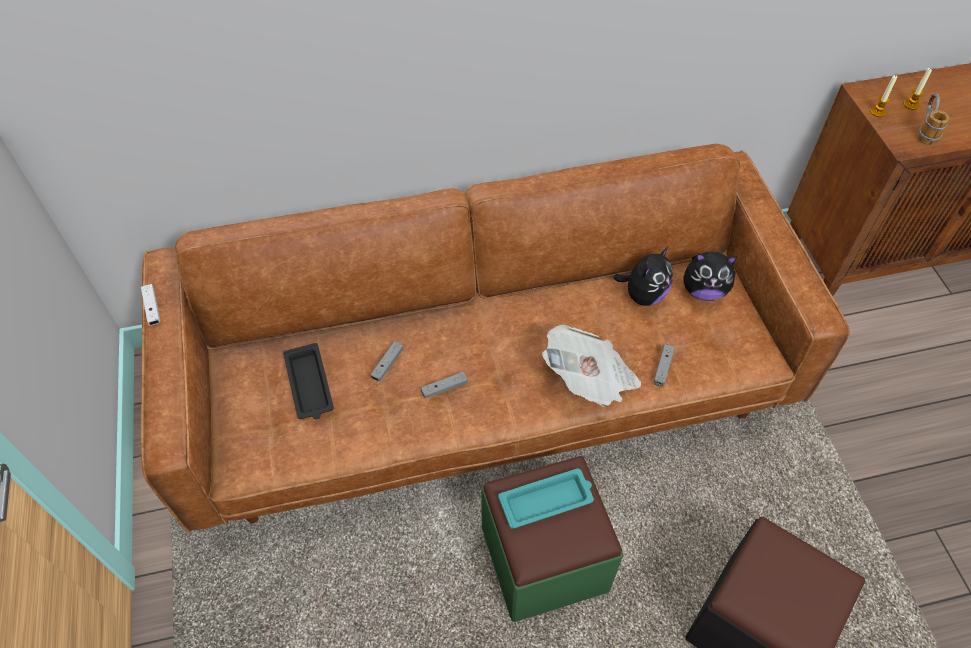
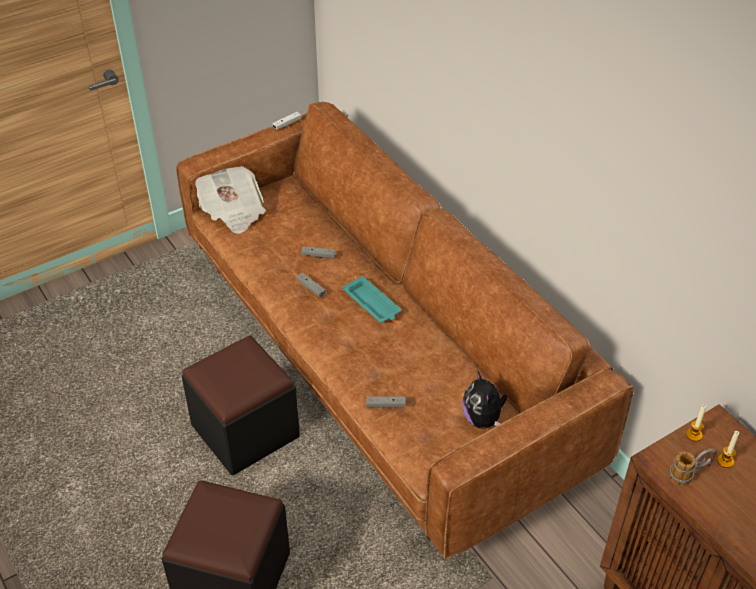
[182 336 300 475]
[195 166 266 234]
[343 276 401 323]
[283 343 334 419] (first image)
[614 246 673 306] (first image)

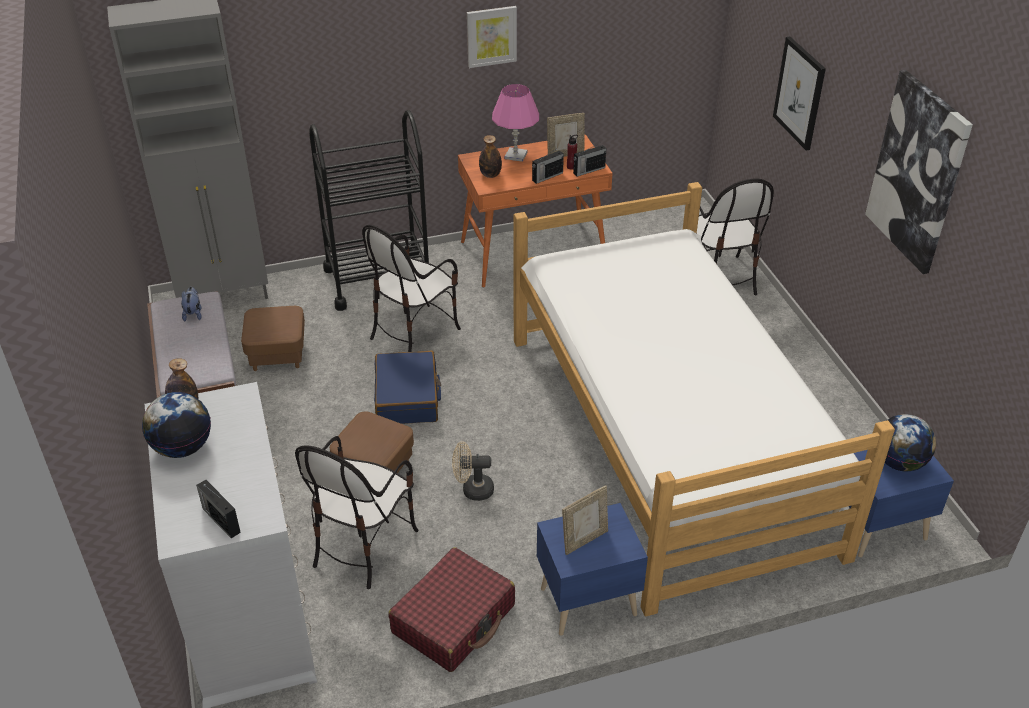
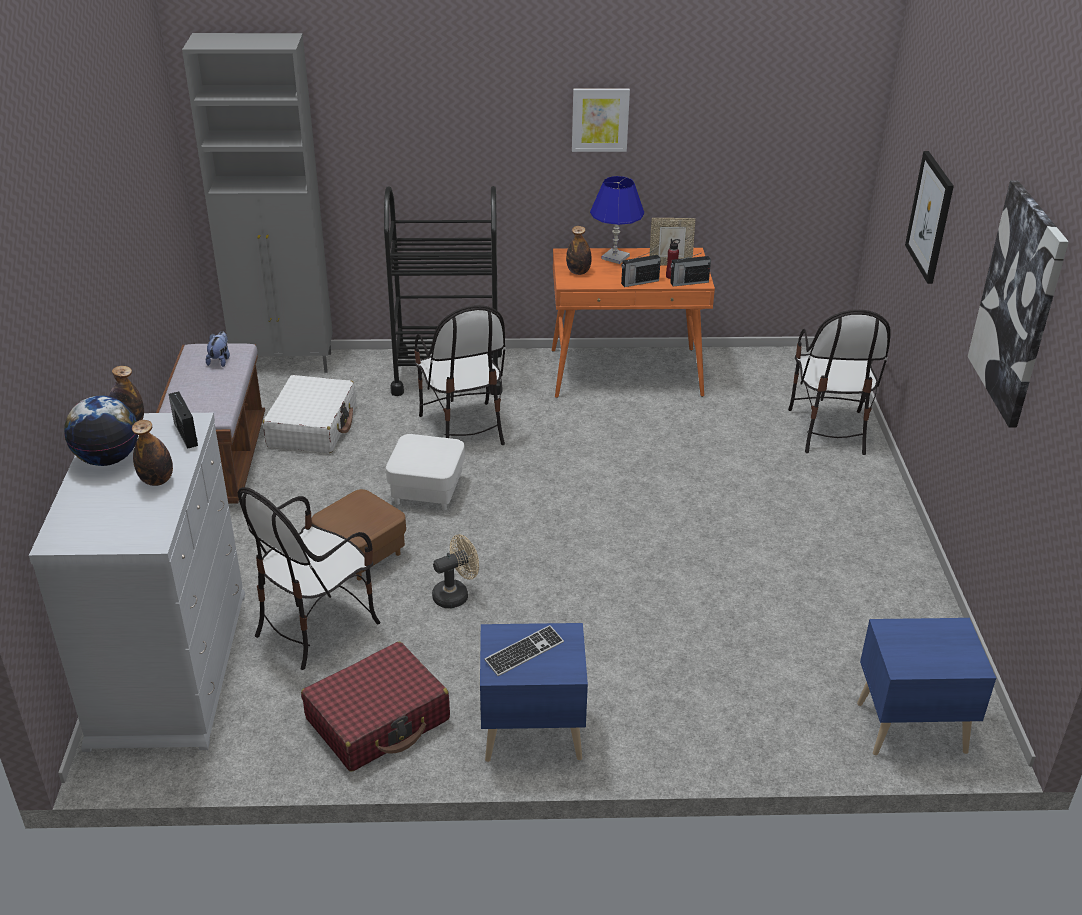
[132 420 173 486]
[169 391 198 449]
[263 375 356 453]
[386 434 465 511]
[414 305 506 445]
[432 534 479 608]
[484 625 564 676]
[590 176 644 264]
[514 182 895 617] (first image)
[885 414 936 471] (first image)

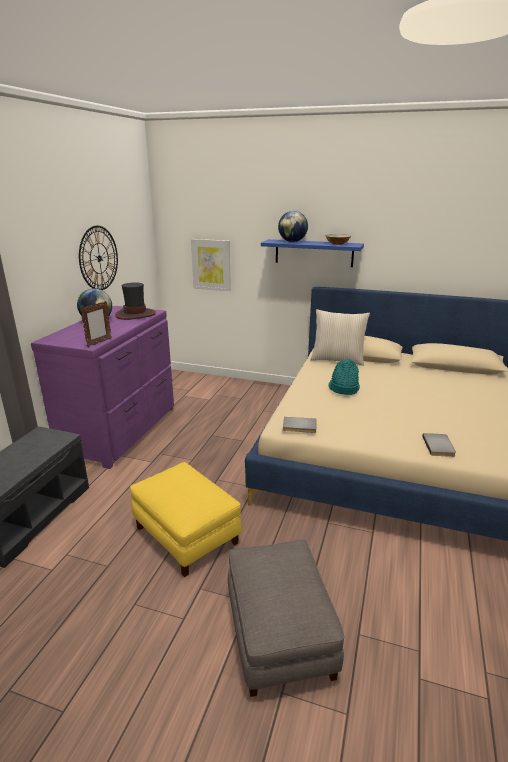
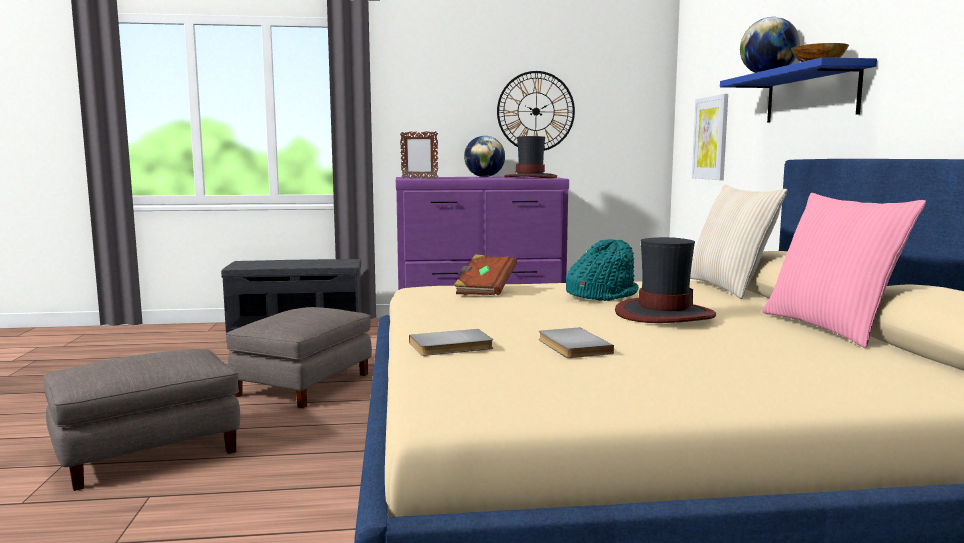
[226 307 372 408]
[454 254 517 295]
[539 328 614 358]
[615 237 716 323]
[762 193 926 348]

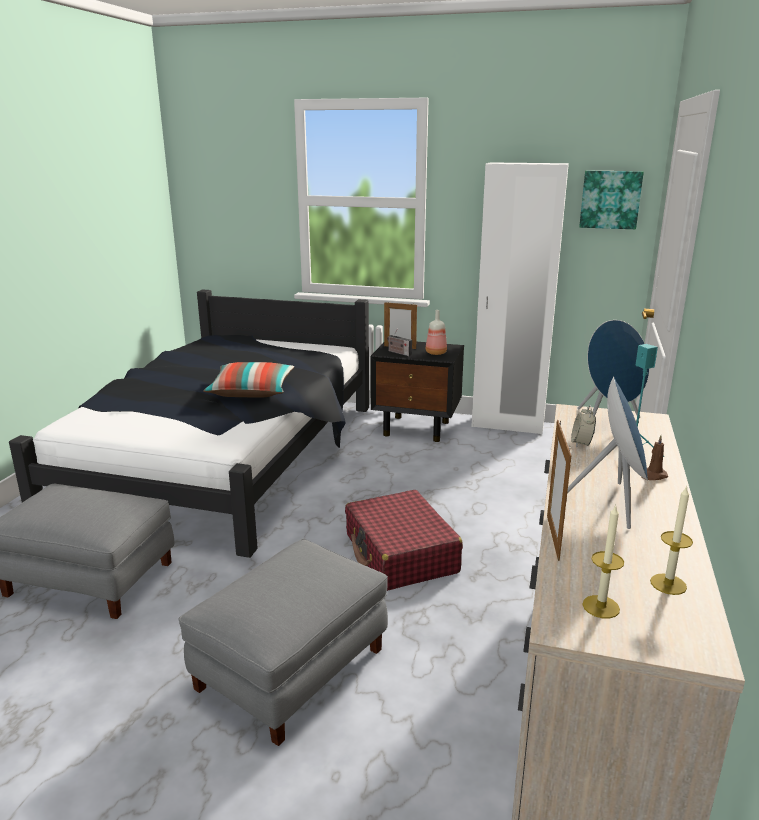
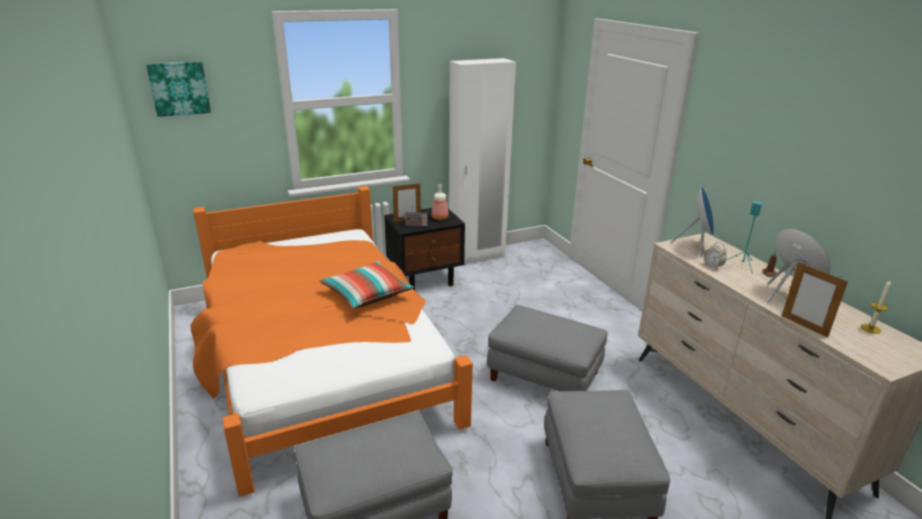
[146 61 211 117]
[191 186 473 497]
[487 305 608 391]
[582 505 624 619] (first image)

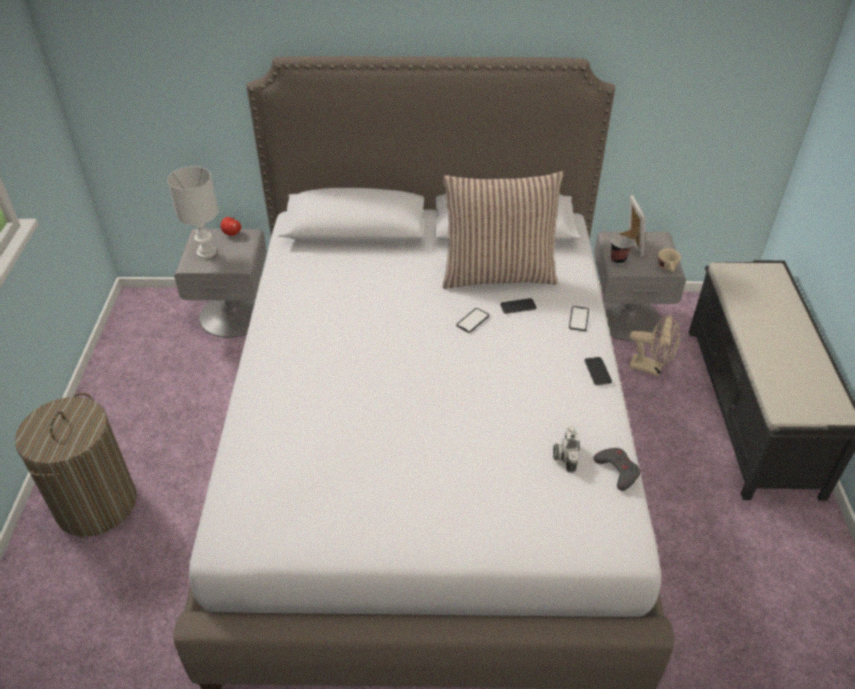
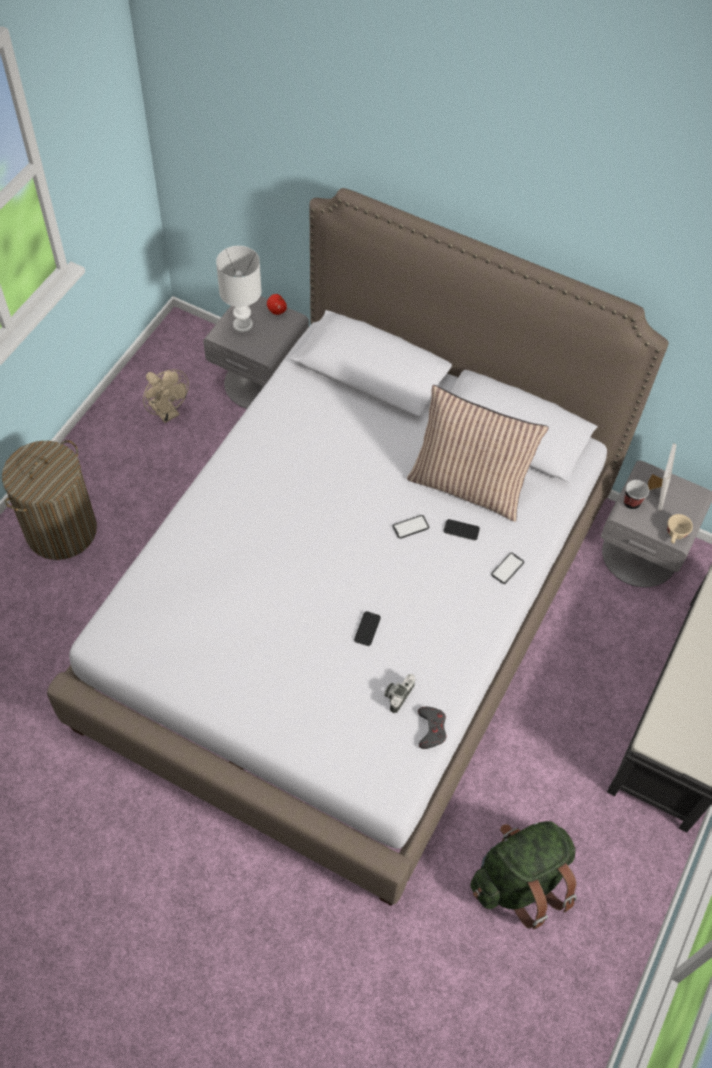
[143 369 189 423]
[354 611 381 646]
[470 821 577 930]

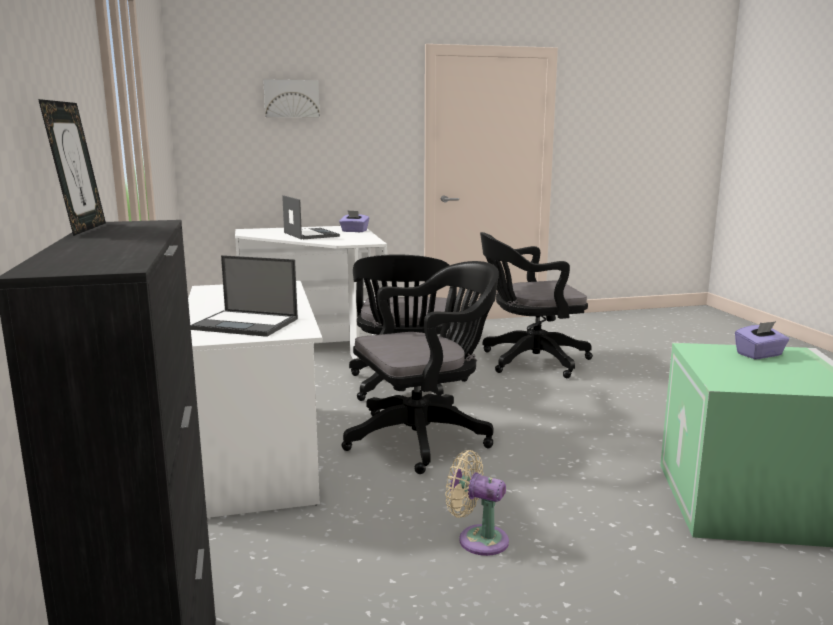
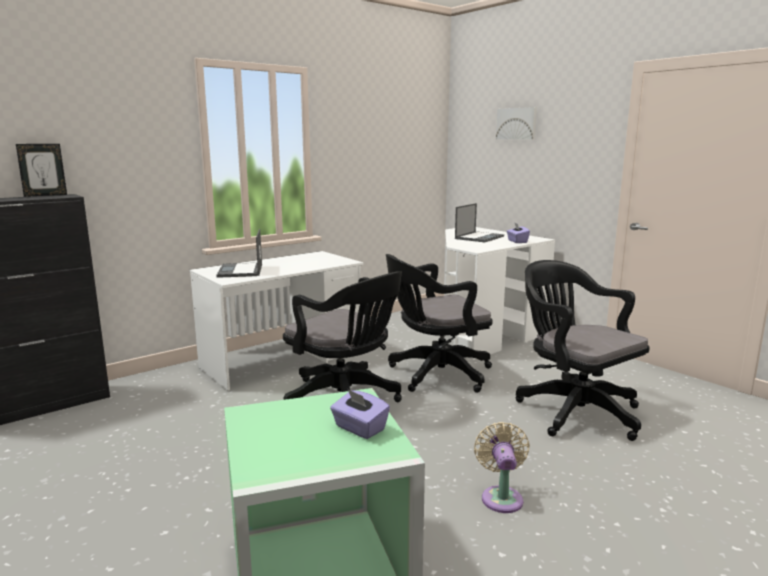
[474 422 530 513]

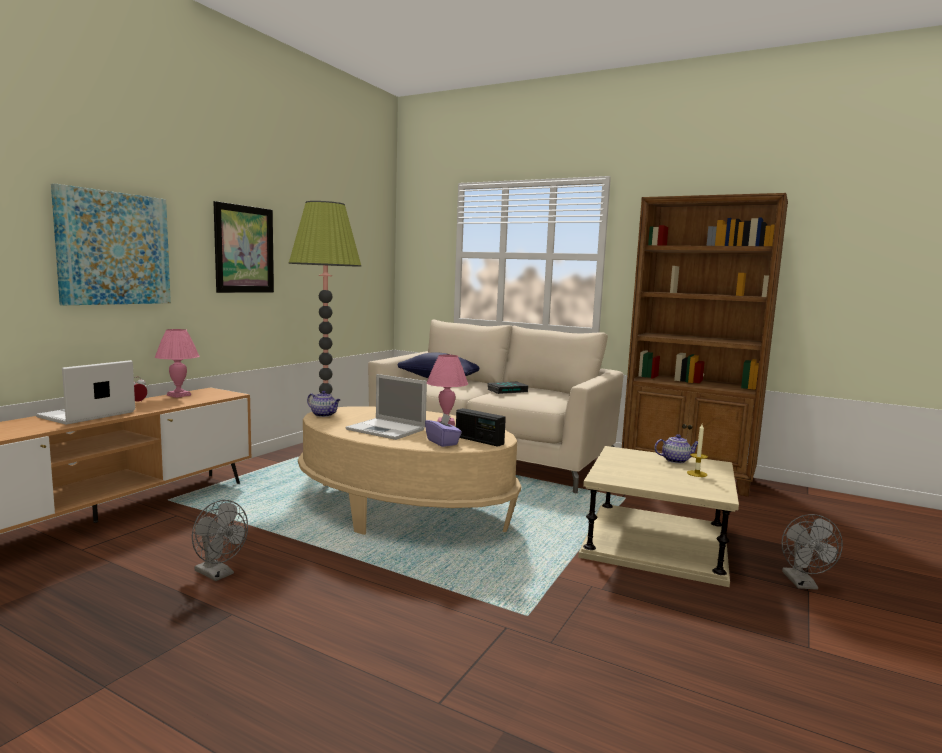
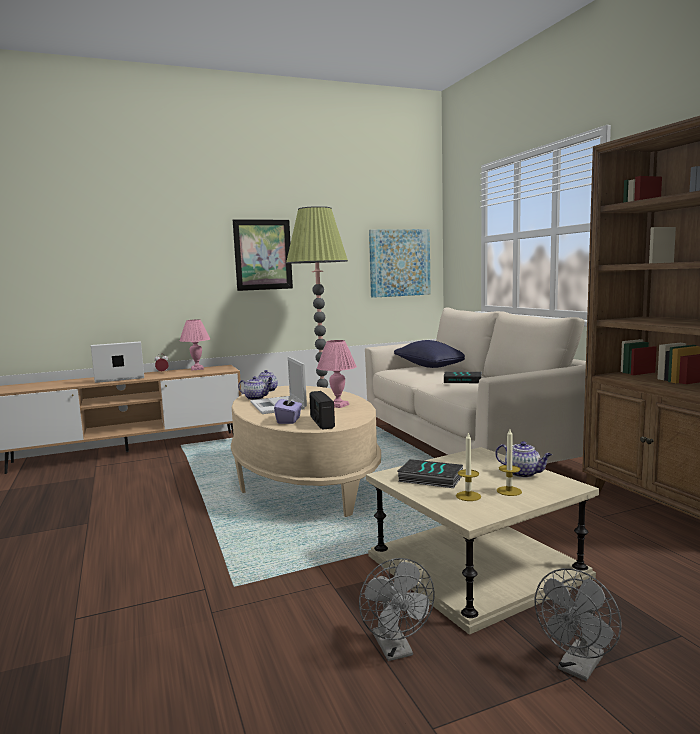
[238 376 272 400]
[359 558 434 661]
[369 229 431 298]
[397 459 463 488]
[456 432 481 501]

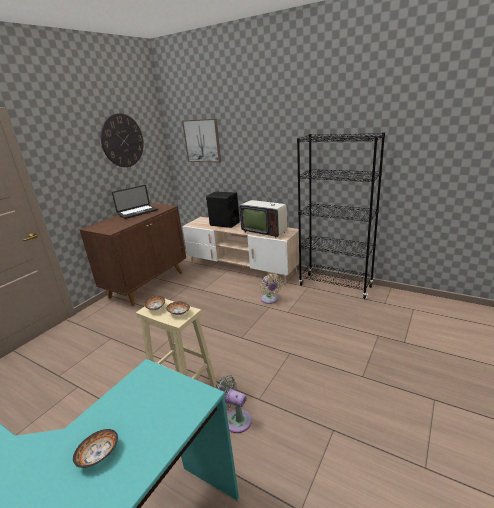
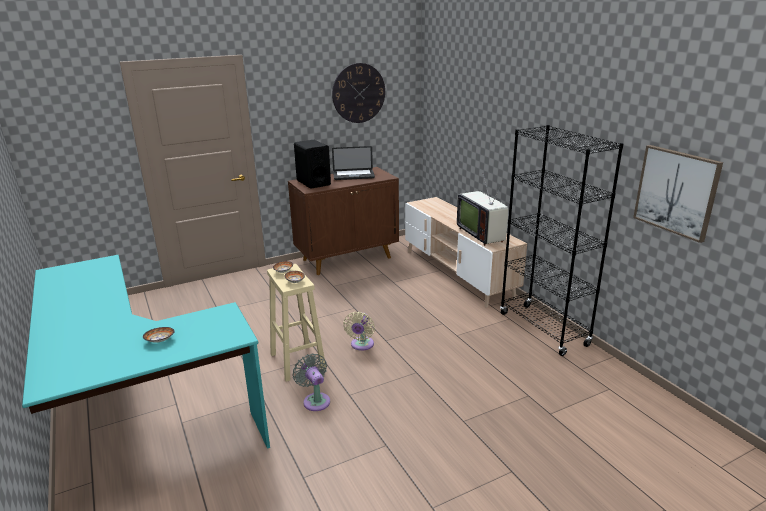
[294 140 331 189]
[343 312 375 351]
[633 145 723 243]

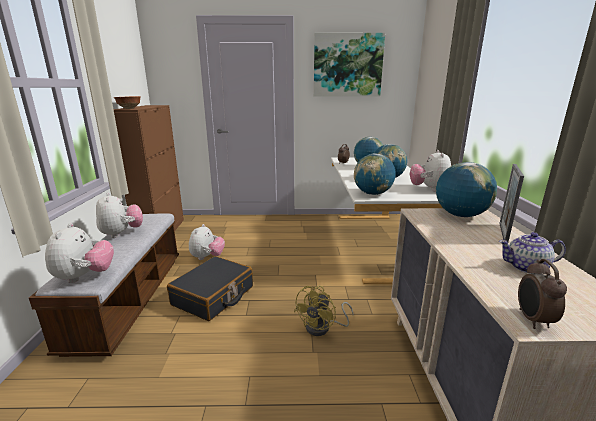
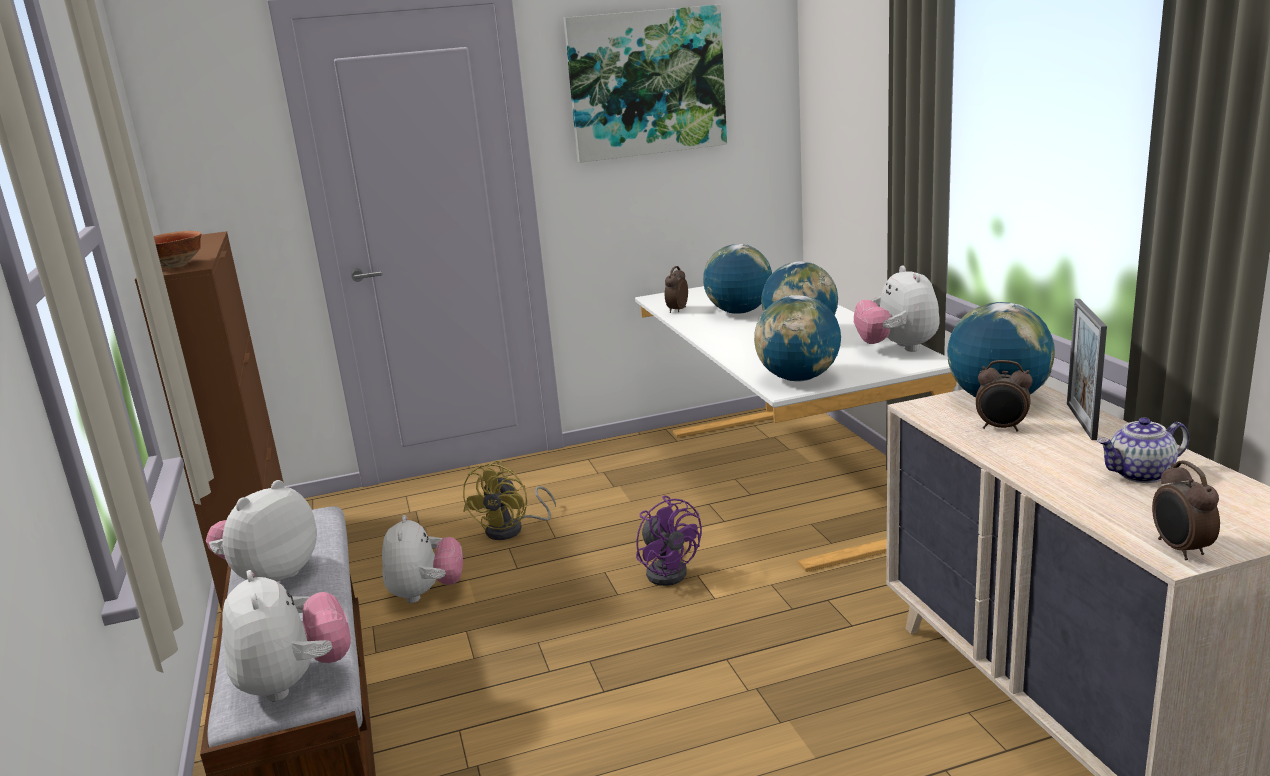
[206 480 317 583]
[463 460 556 540]
[636 495 702 586]
[976 360 1033 432]
[167 256 253 321] (first image)

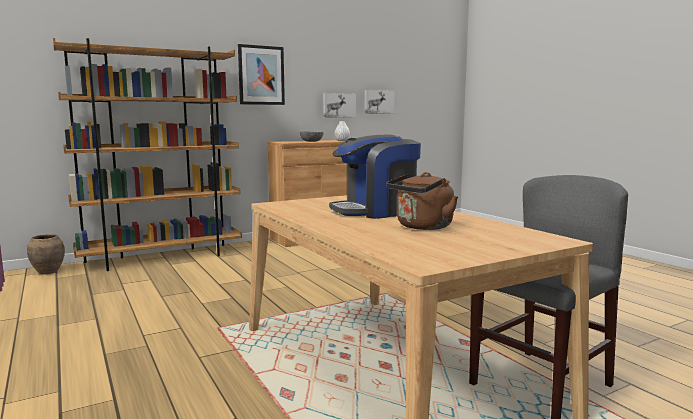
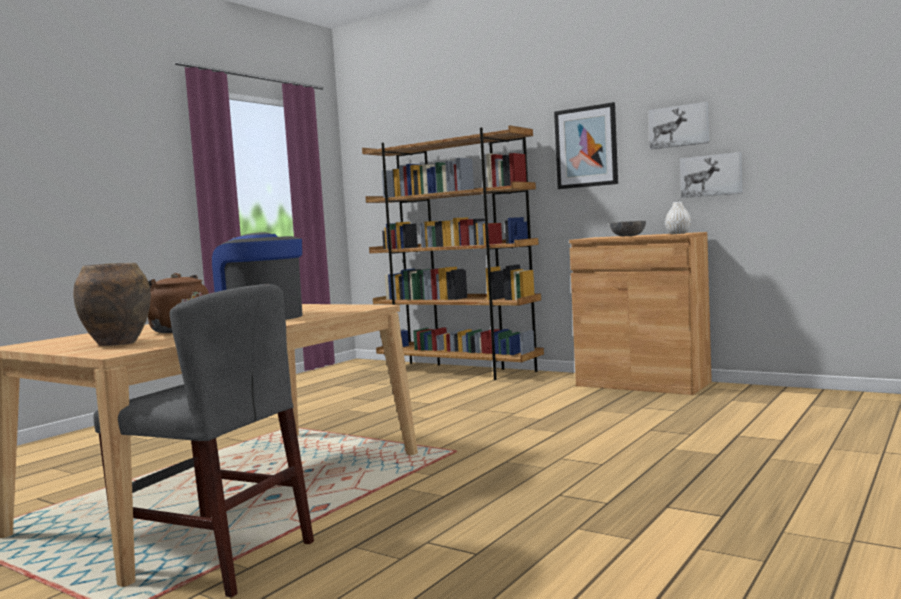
[73 263 151 346]
[649 102 709 149]

